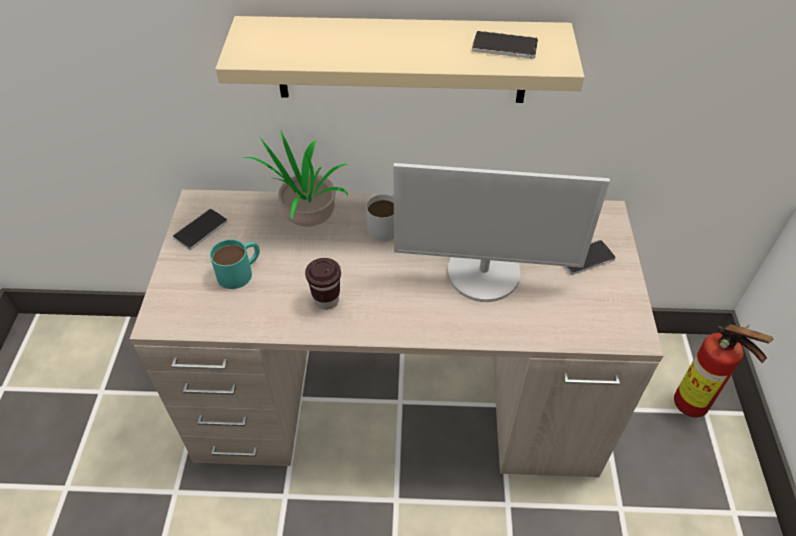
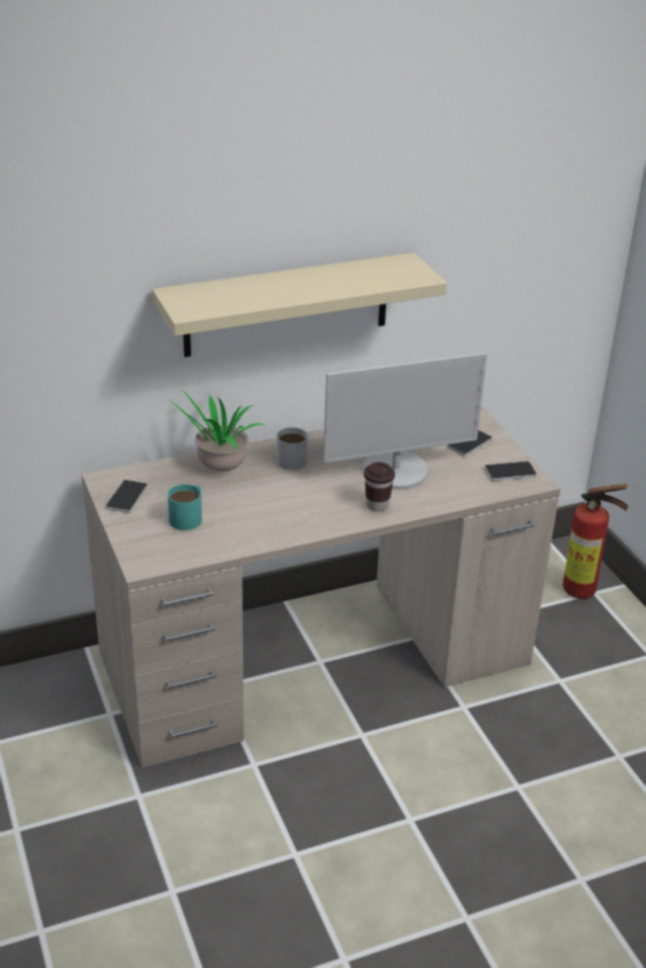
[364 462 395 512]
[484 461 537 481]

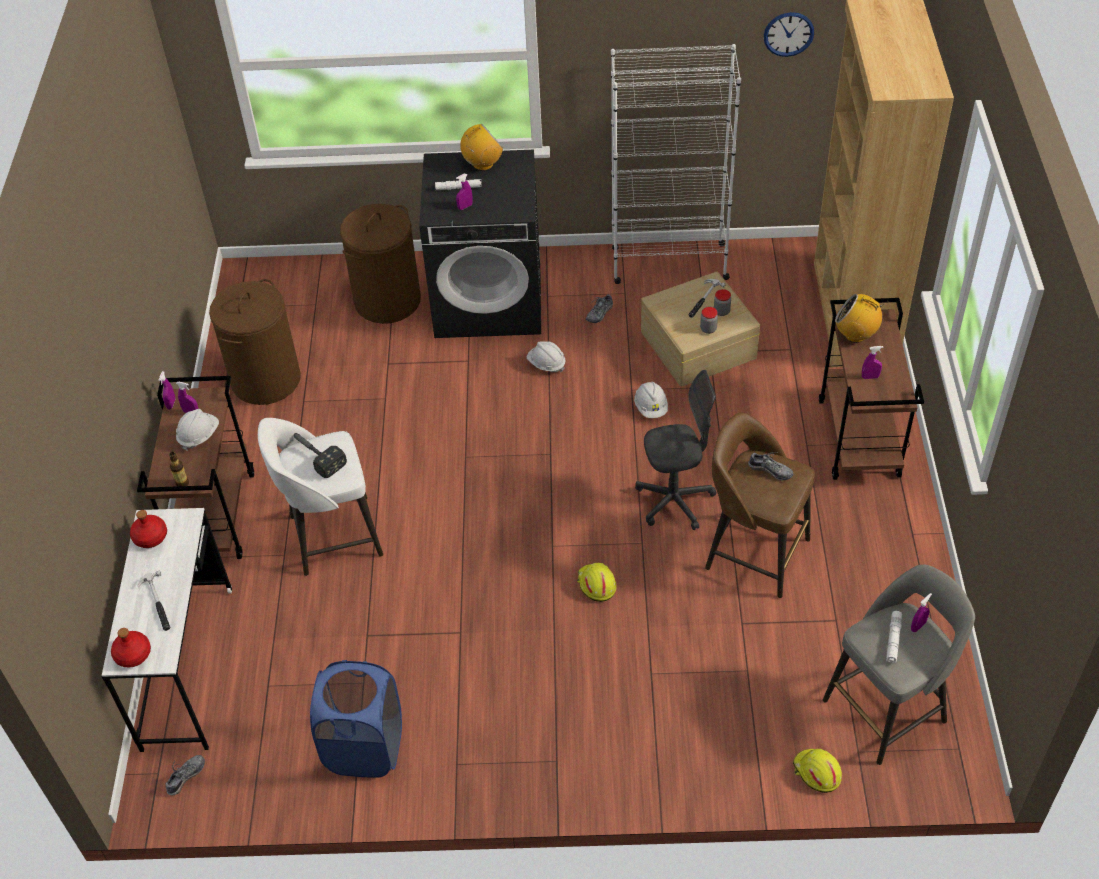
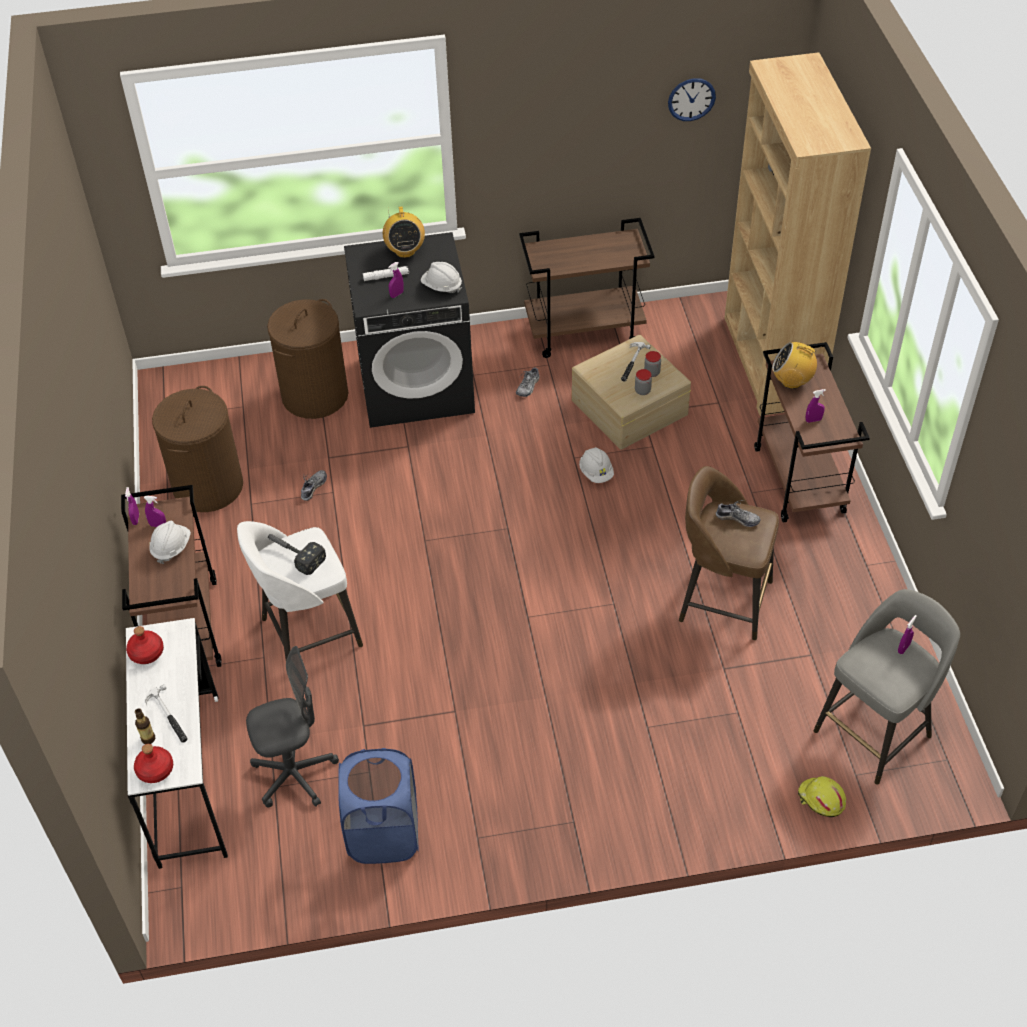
[135 708 155 744]
[246 646 339 808]
[301 470 327 501]
[383 206 425 258]
[421 262 462 293]
[519 218 654 358]
[577 563 617 602] (first image)
[886 611 902 664] (first image)

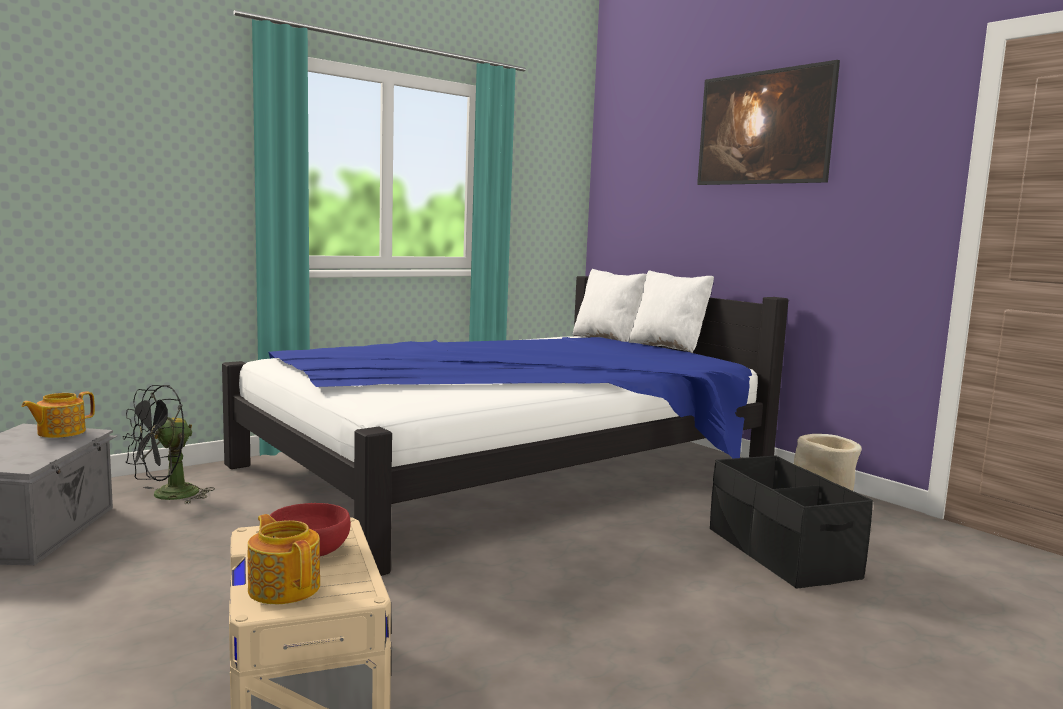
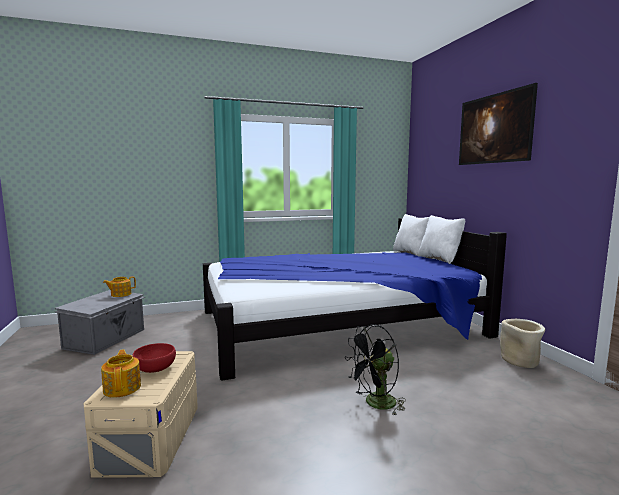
[345 324 406 416]
[710 456 873 589] (first image)

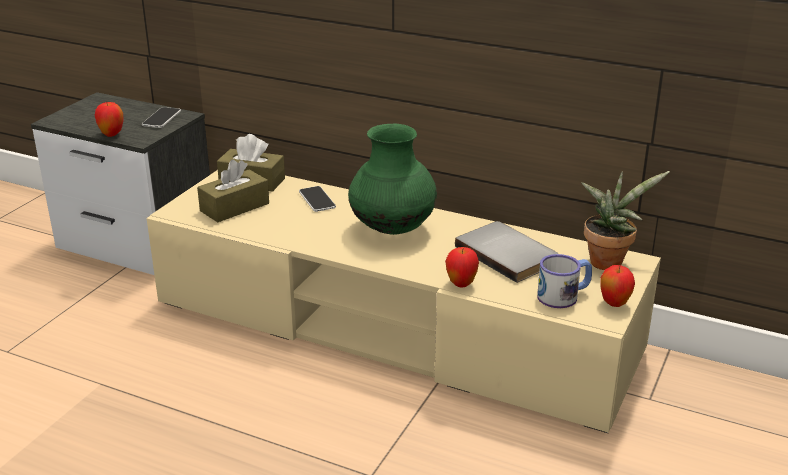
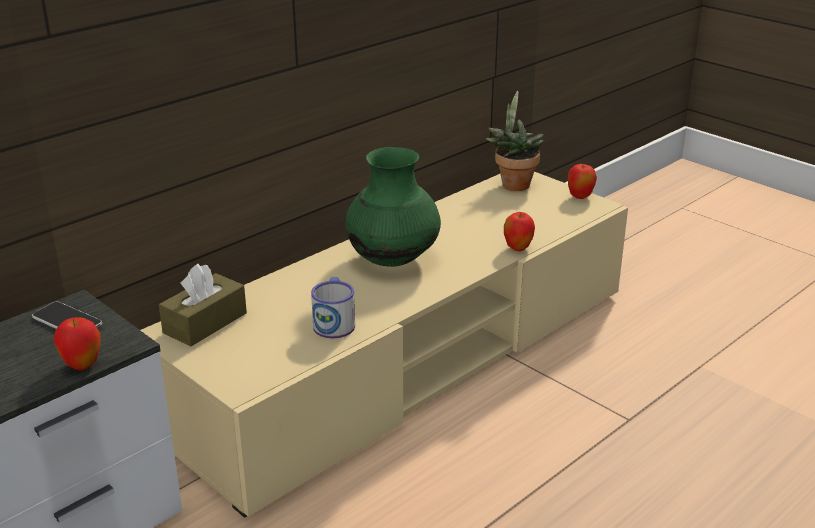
[311 277 355 338]
[197 160 269 222] (first image)
[299 186 336 212] (first image)
[455 221 558 283] (first image)

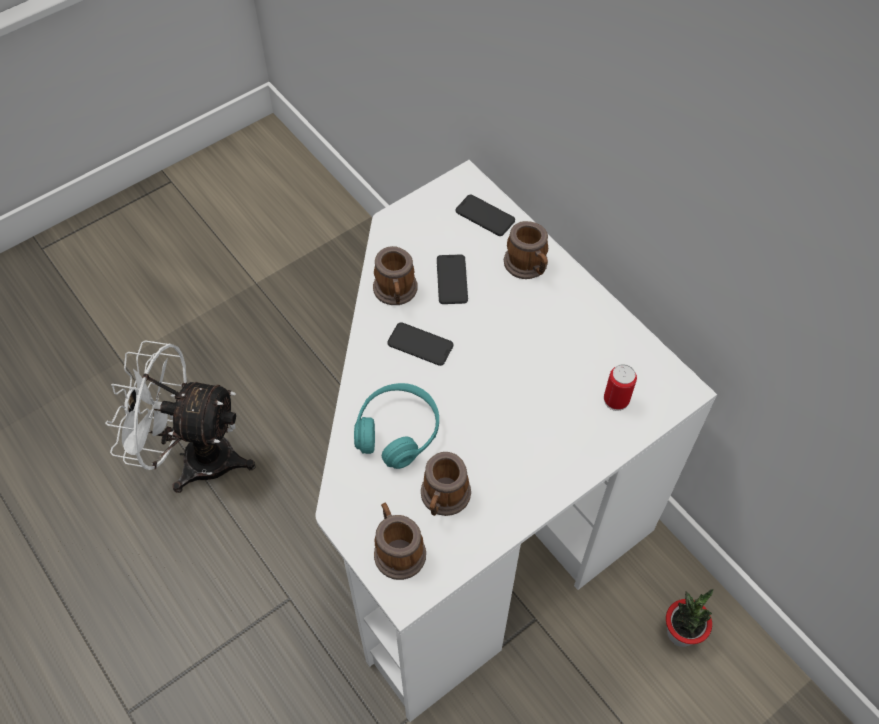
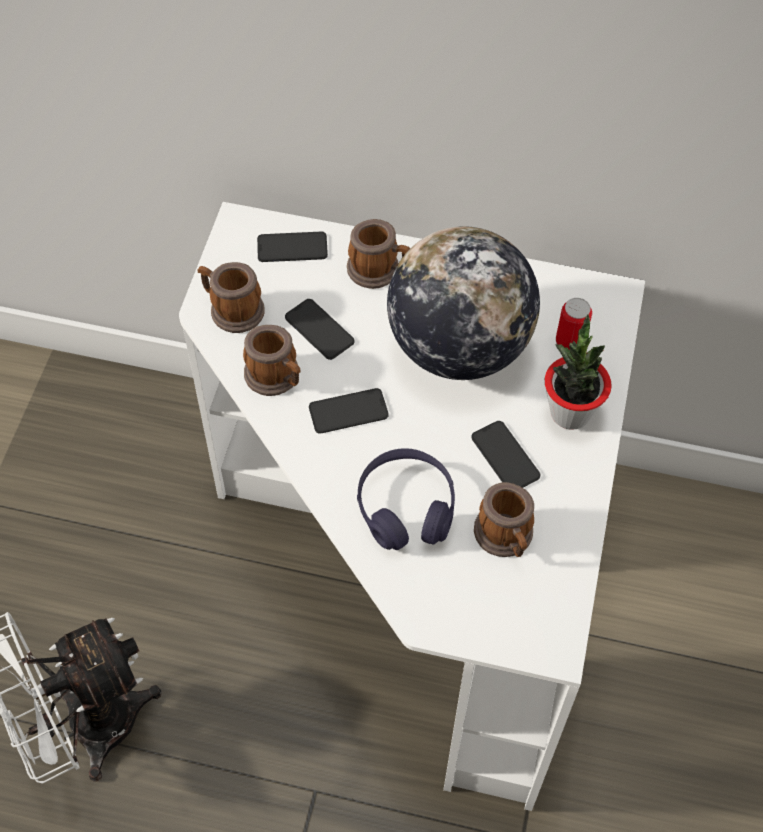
[198 262 265 333]
[357 448 455 550]
[387 226 540 380]
[471 421 540 488]
[545 314 611 430]

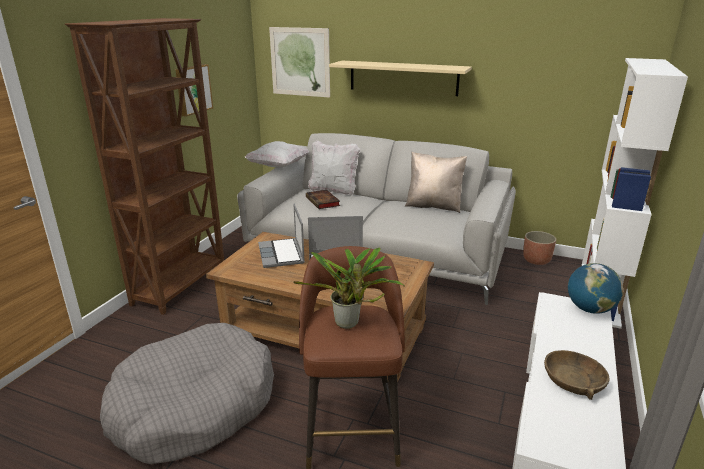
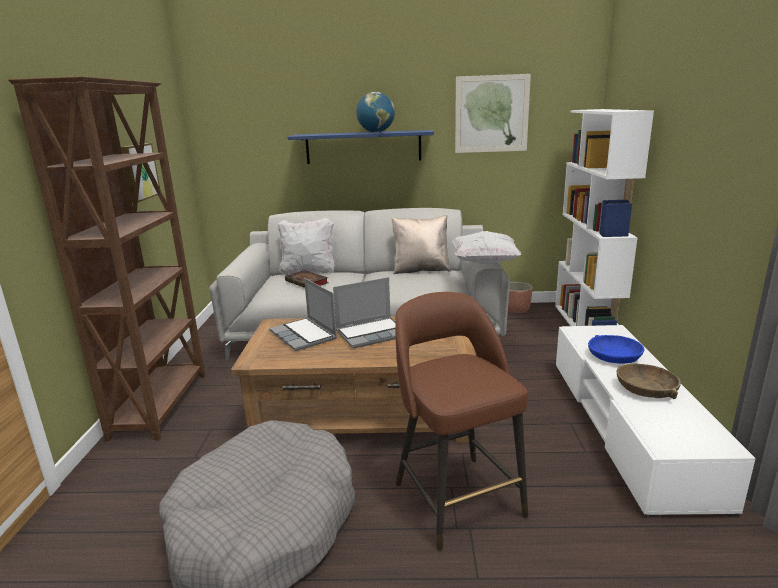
[288 130 434 164]
[356 92 395 132]
[452 231 521 264]
[455 74 531 153]
[588 335 644 364]
[293 247 405 329] (first image)

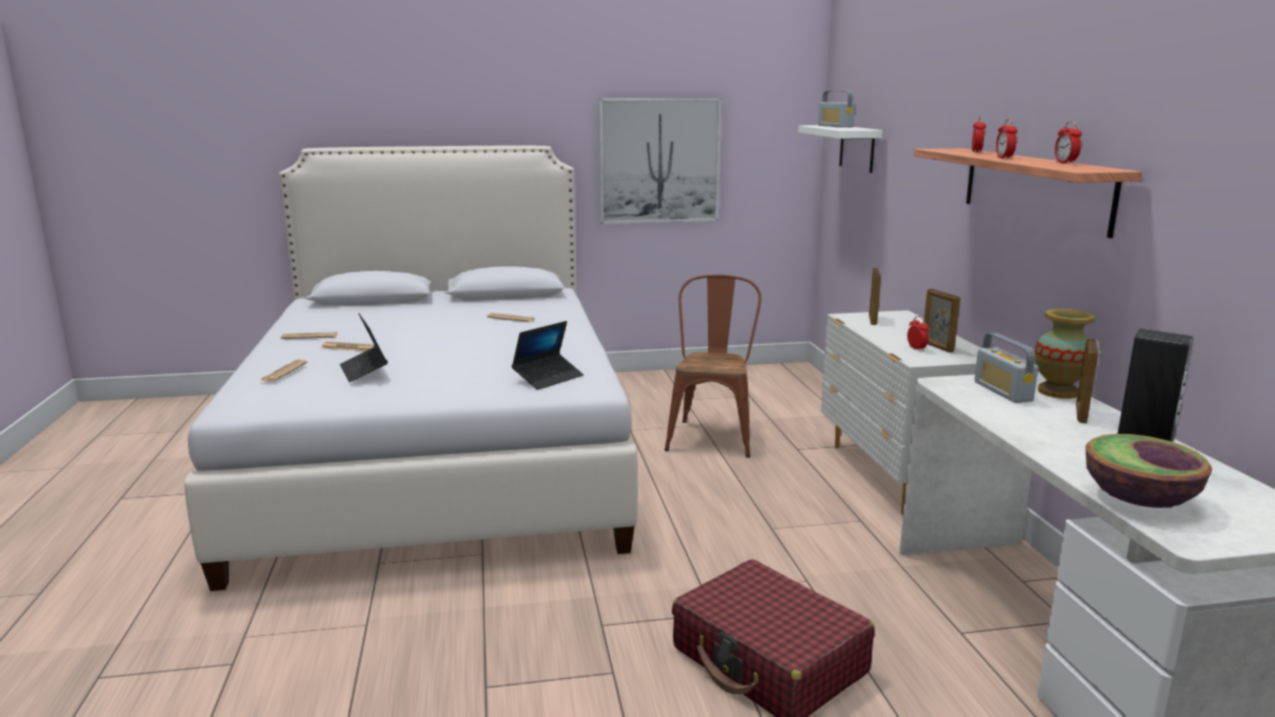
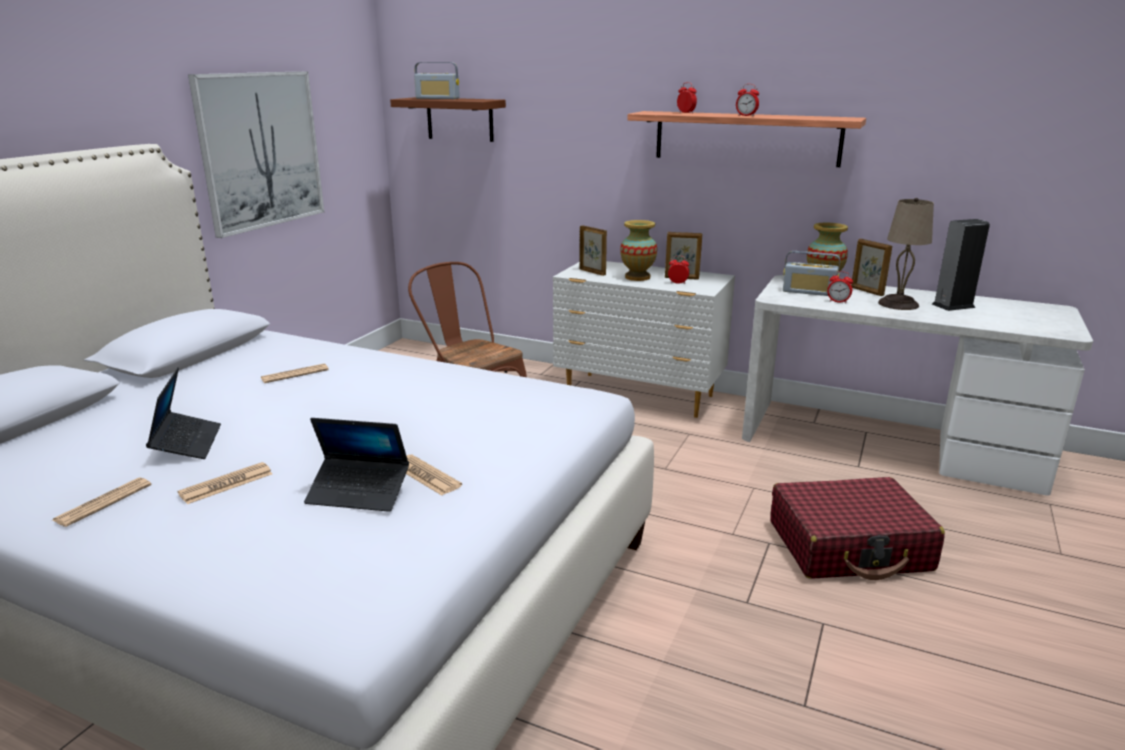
[146 367 221 459]
[390 97 506 142]
[406 455 462 496]
[620 220 657 281]
[827 271 853 304]
[878 198 934 310]
[1086 434 1212 508] (first image)

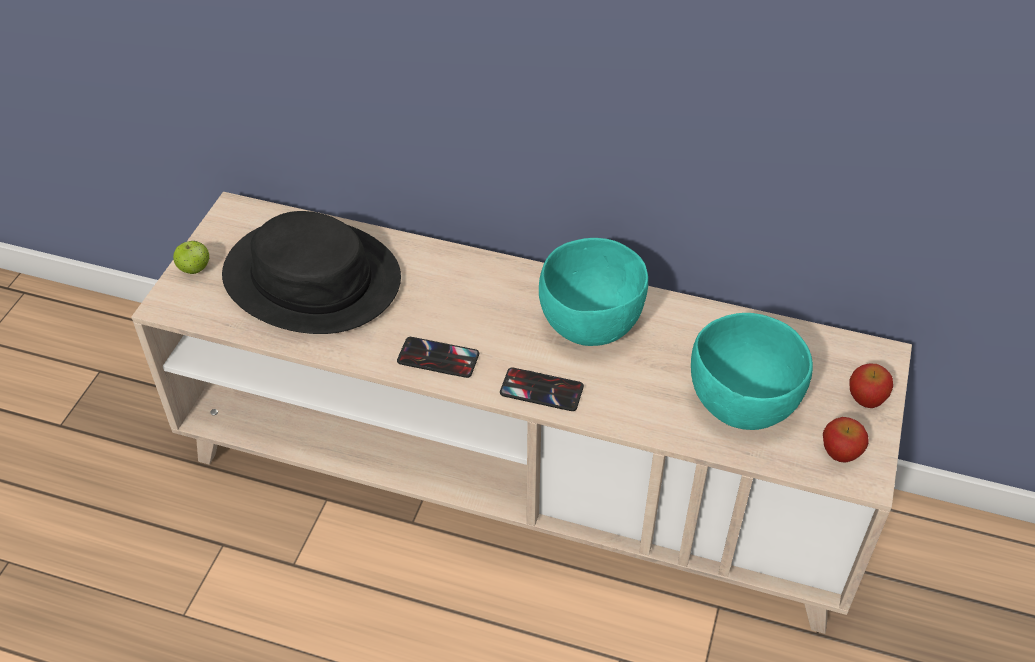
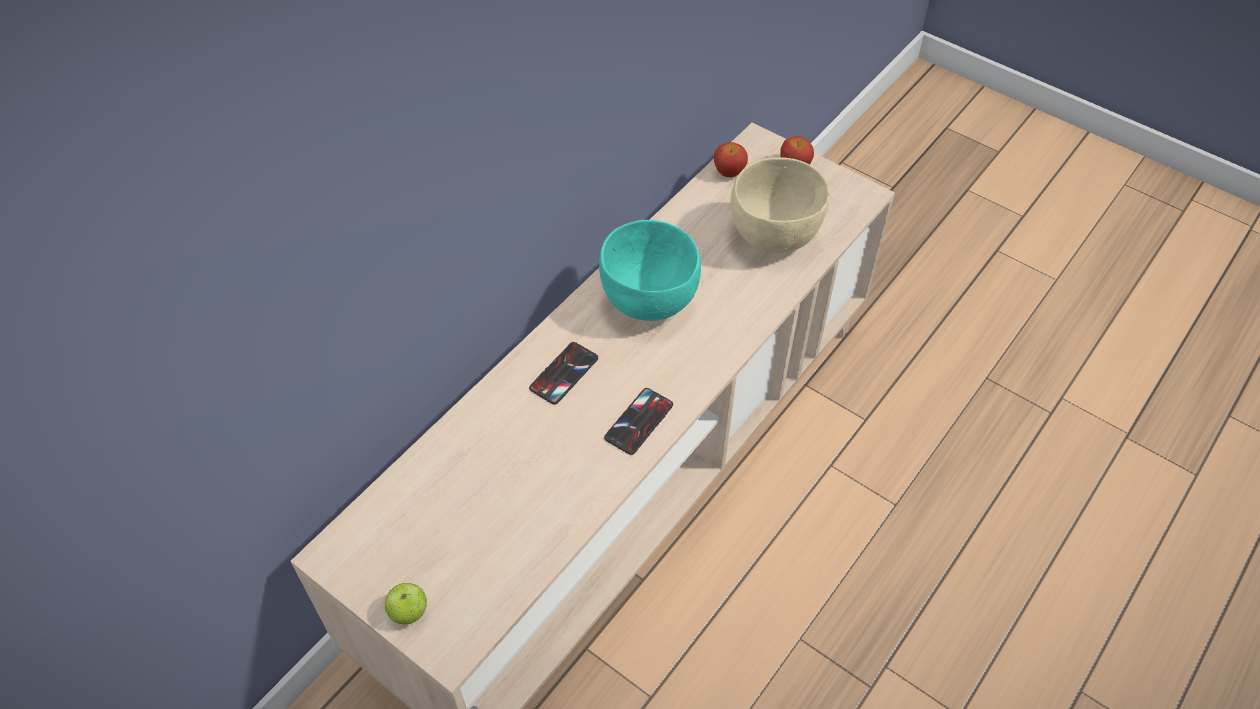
[529 342 598 405]
[714 142 748 177]
[730 157 830 253]
[222 211 401 334] (first image)

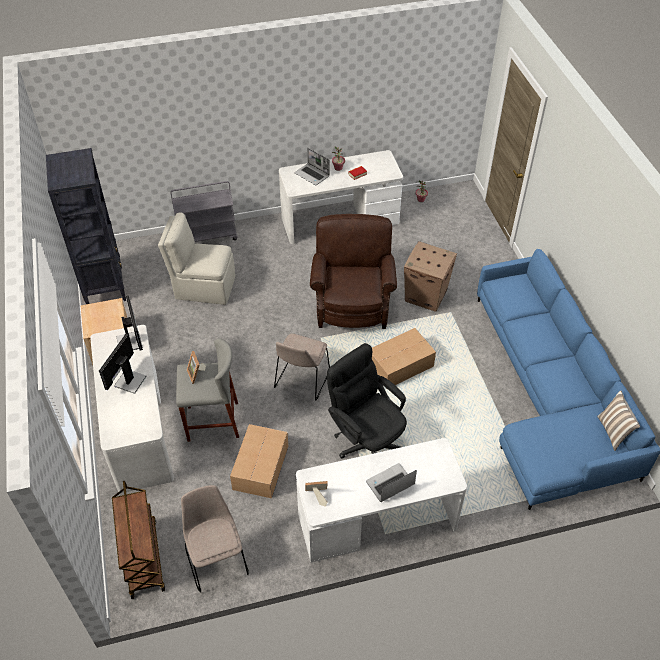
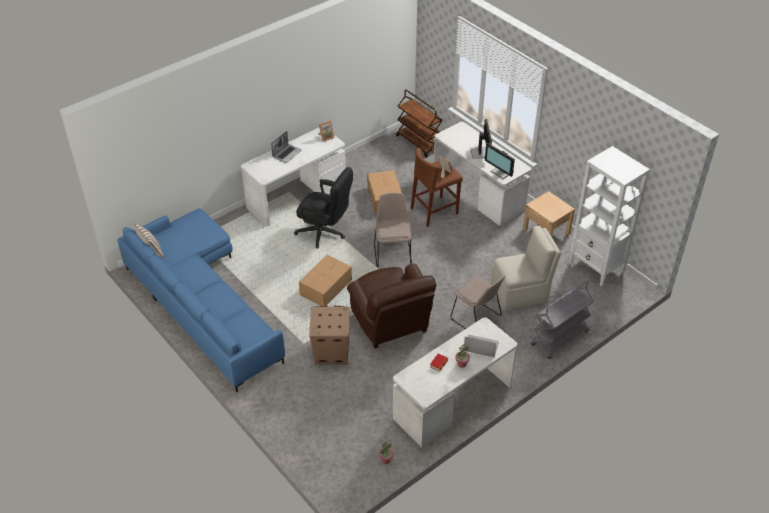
[411 148 463 227]
[450 275 505 329]
[569 146 650 287]

